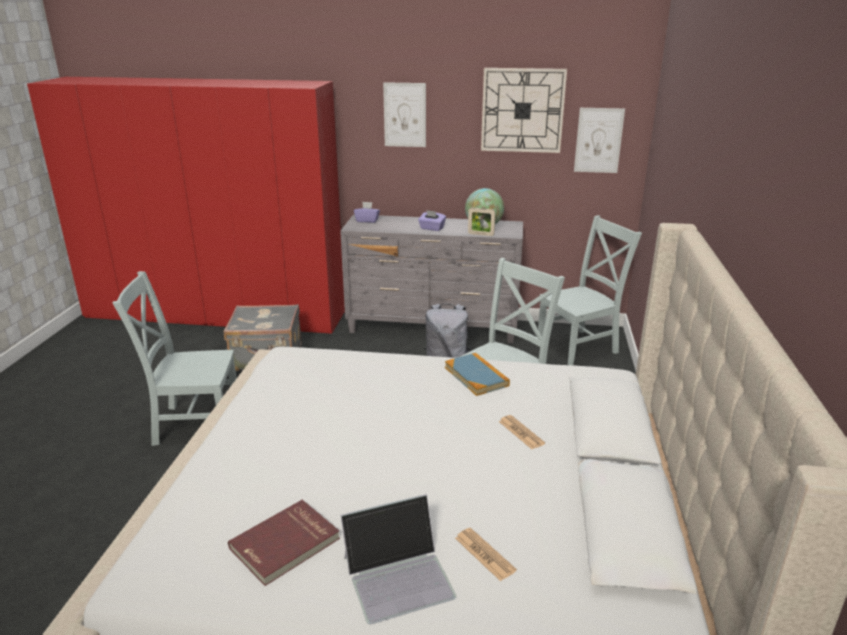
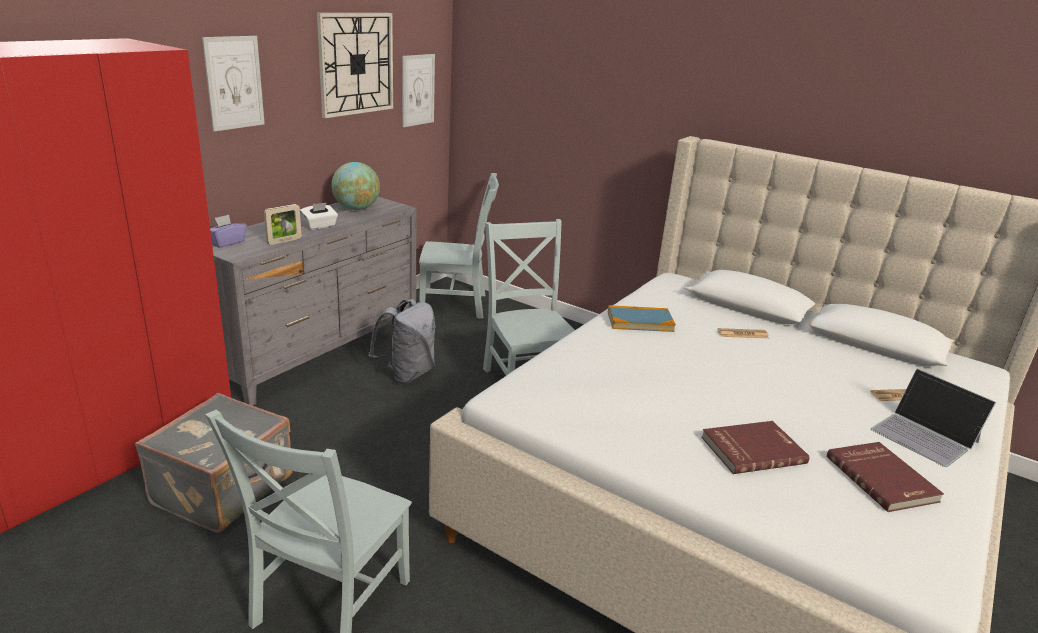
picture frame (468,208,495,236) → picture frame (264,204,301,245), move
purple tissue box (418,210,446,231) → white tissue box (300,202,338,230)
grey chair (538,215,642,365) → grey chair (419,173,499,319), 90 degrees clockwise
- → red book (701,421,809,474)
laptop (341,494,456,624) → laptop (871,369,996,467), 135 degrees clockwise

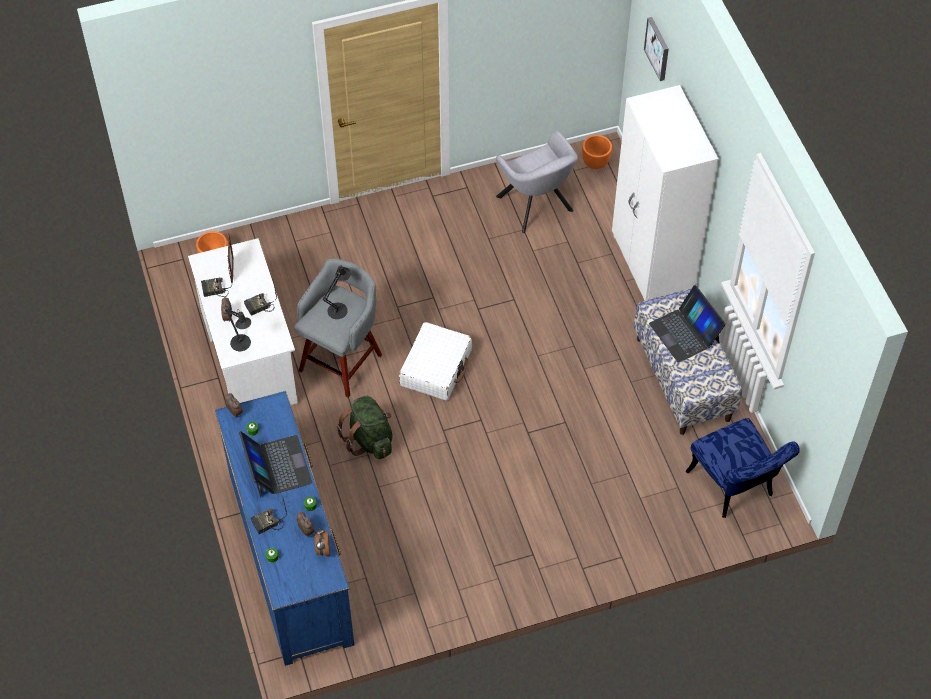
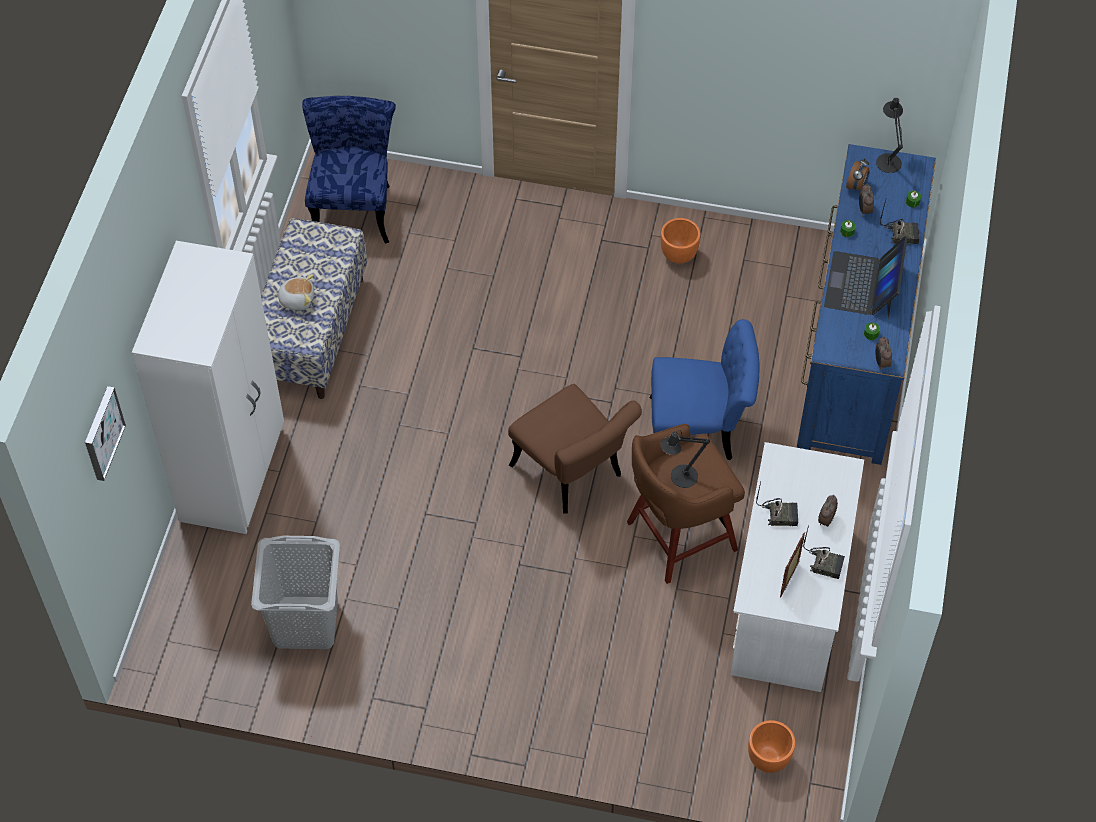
grey armchair (496,131,578,233) → grey laundry basket (251,536,340,649)
laptop (649,285,726,363) → plush toy (273,274,314,310)
white suitcase (399,322,472,401) → brown chair (508,384,642,514)
grey stool (294,259,382,398) → brown stool (627,424,745,584)
green backpack (337,396,392,459) → blue chair (650,319,759,461)
orange planter (582,135,612,169) → orange planter (661,218,701,264), move
black table lamp (225,309,251,351) → black table lamp (876,97,903,173), move

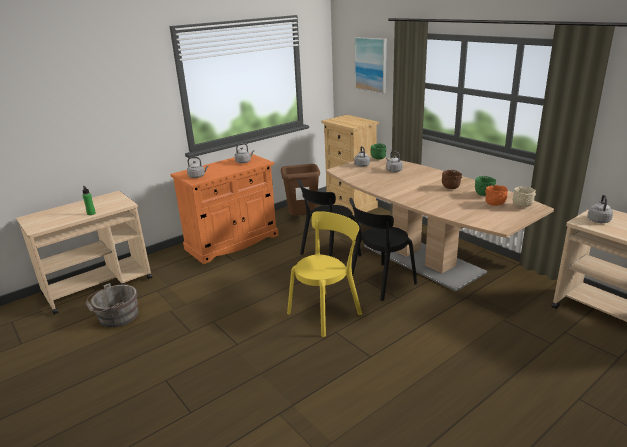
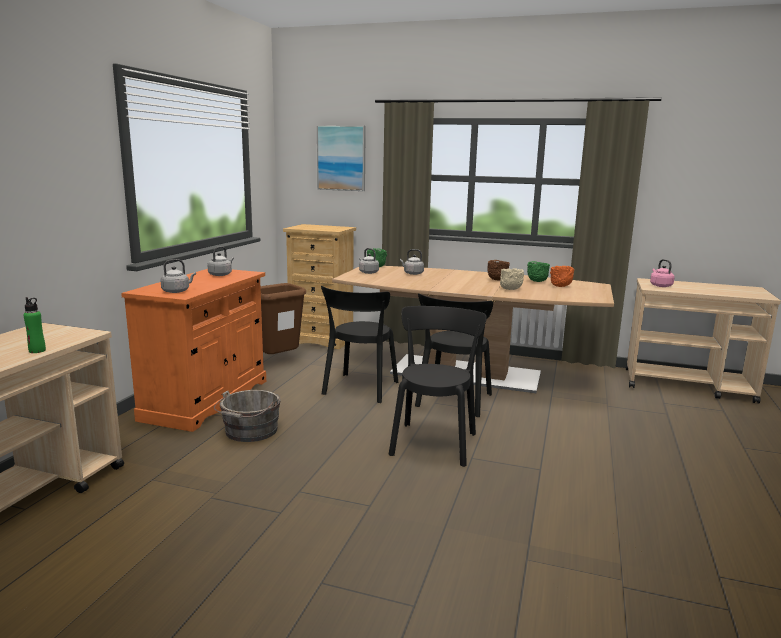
grey bucket (86,283,139,328) → grey bucket (214,390,281,442), move
yellow chair (287,211,362,337) → black chair (389,306,487,467)
beige bowl (513,186,536,207) → beige bowl (500,268,524,290), move
grey kettle (587,195,613,223) → pink kettle (650,259,675,287)

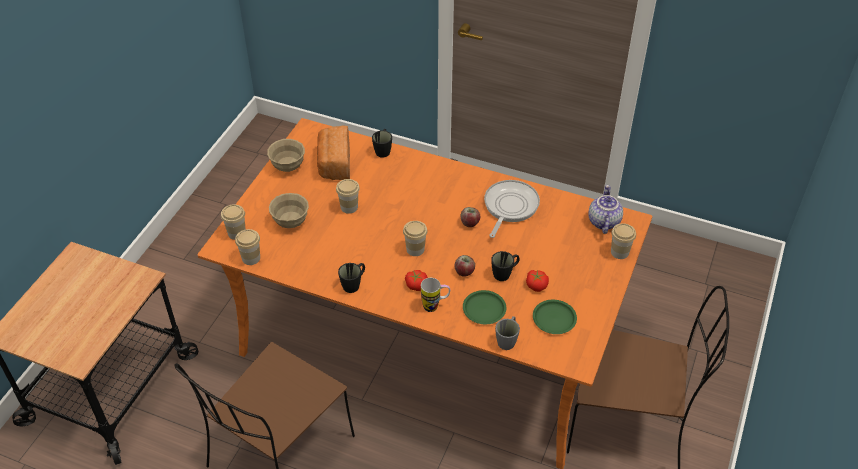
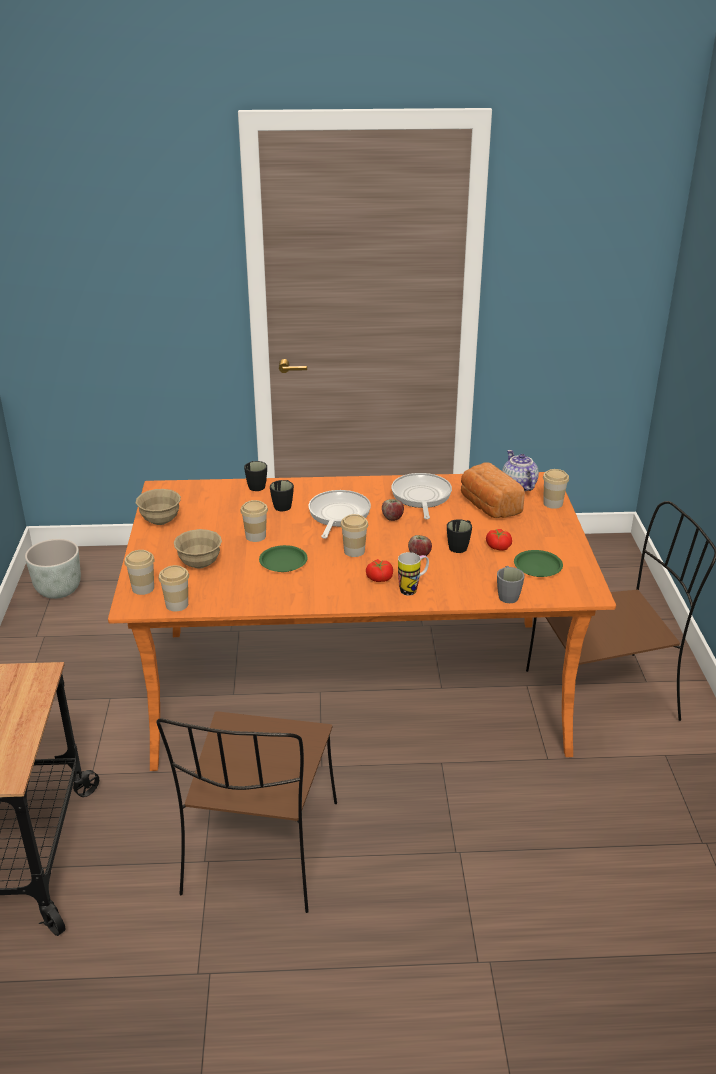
- → grey planter (25,539,81,599)
green plate (463,290,506,324) → green plate (259,545,308,572), move
black mug (338,263,365,293) → black mug (270,480,294,511), move
- → frying pan (308,490,371,539)
bread (317,125,350,180) → bread (461,462,525,518), move

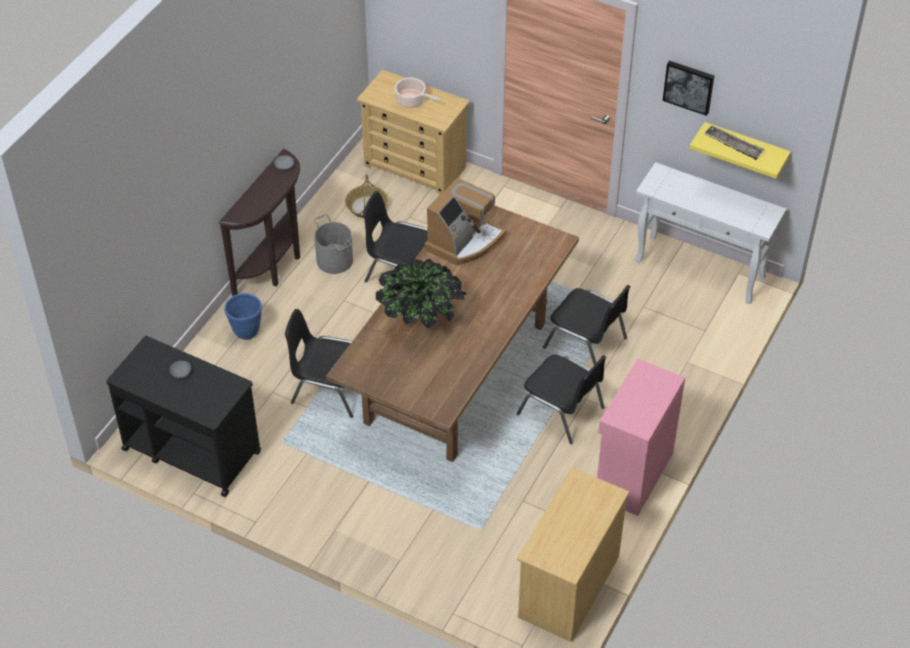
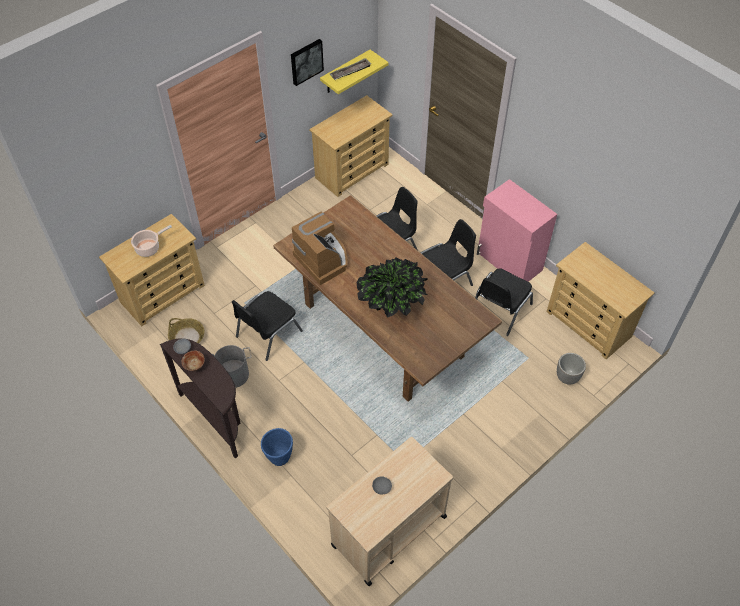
- → bowl (181,351,205,371)
white console table (635,162,786,304) → beige dresser (309,95,393,197)
black cart (106,336,261,497) → beige cart (327,437,453,586)
black chair (285,309,353,418) → black chair (475,268,533,336), move
- → planter (557,353,586,385)

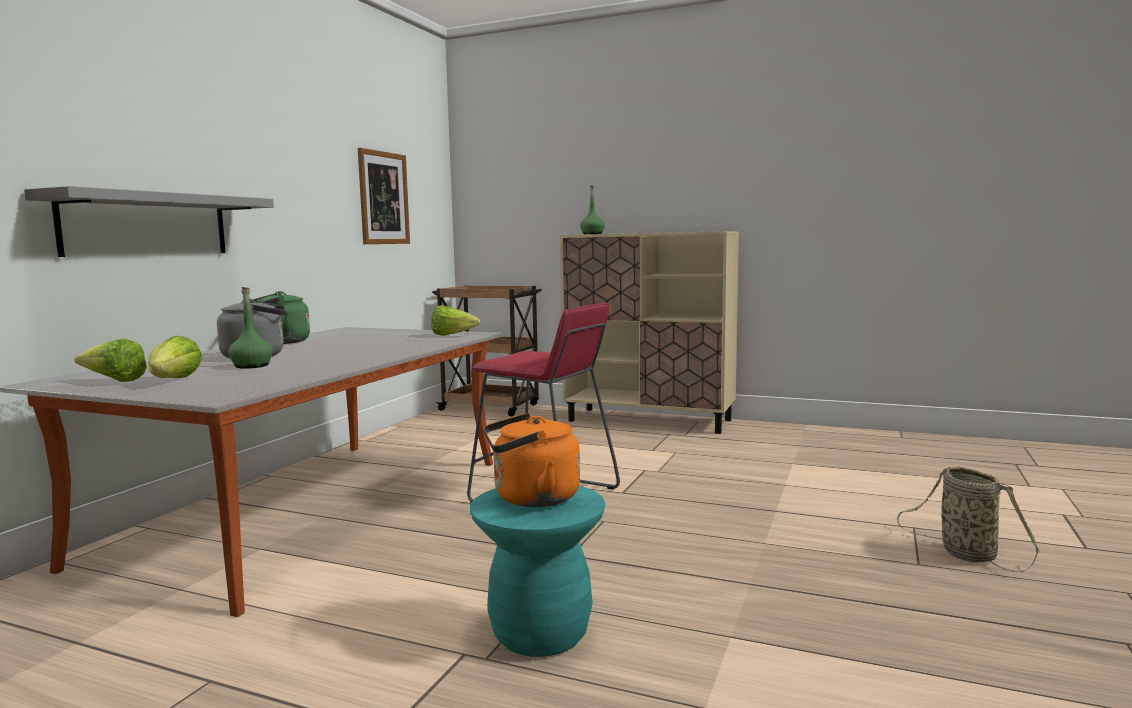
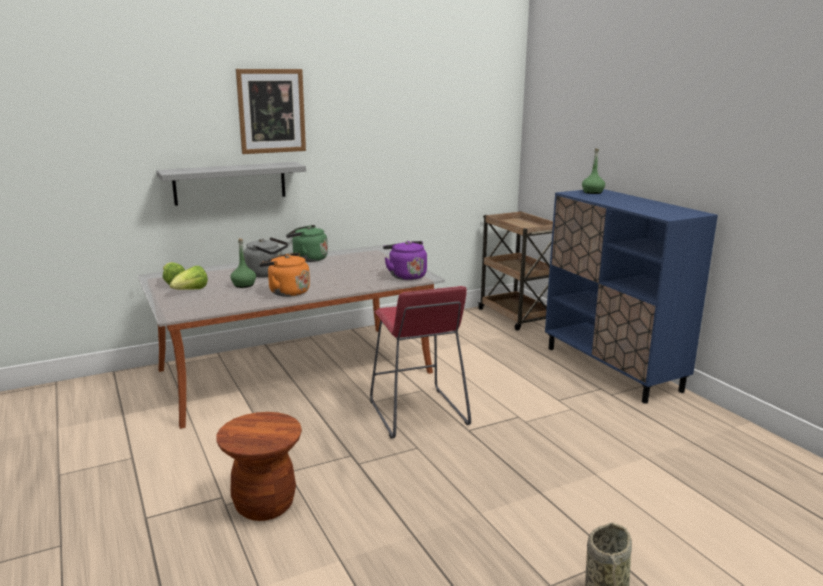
turquoise stool (470,486,606,657) → brown stool (216,412,302,521)
picture (358,148,410,244) → picture (236,69,306,154), move
orange kettle (484,413,580,507) → orange kettle (259,253,310,297), move
lettuce (431,305,480,336) → purple kettle (383,241,427,280)
beige cabinet (560,231,739,434) → blue cabinet (545,189,718,404)

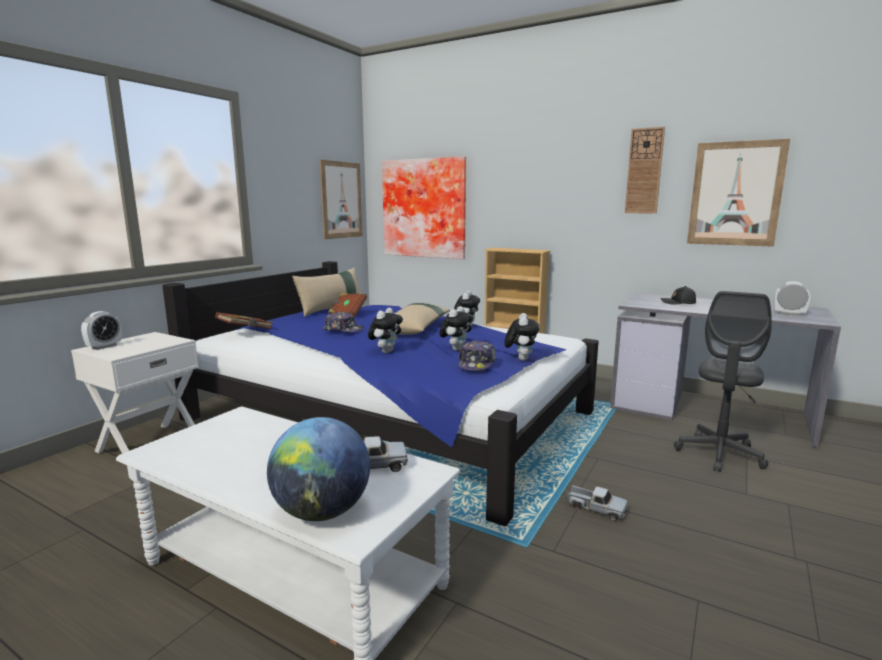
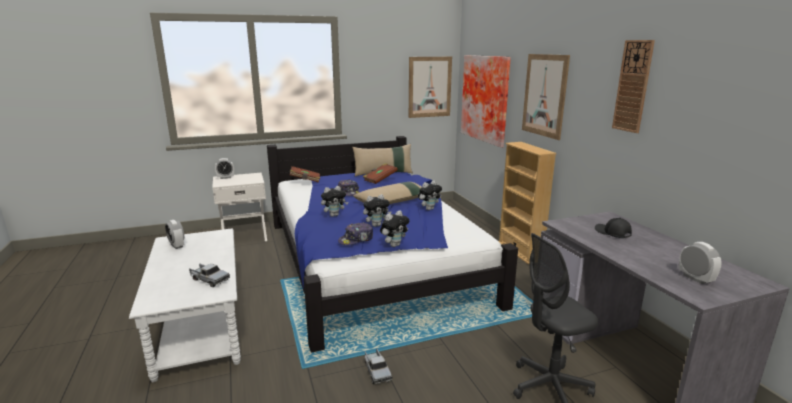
- → alarm clock (165,220,184,249)
picture (687,139,790,247) → picture (522,54,570,140), move
globe (267,417,370,521) → -

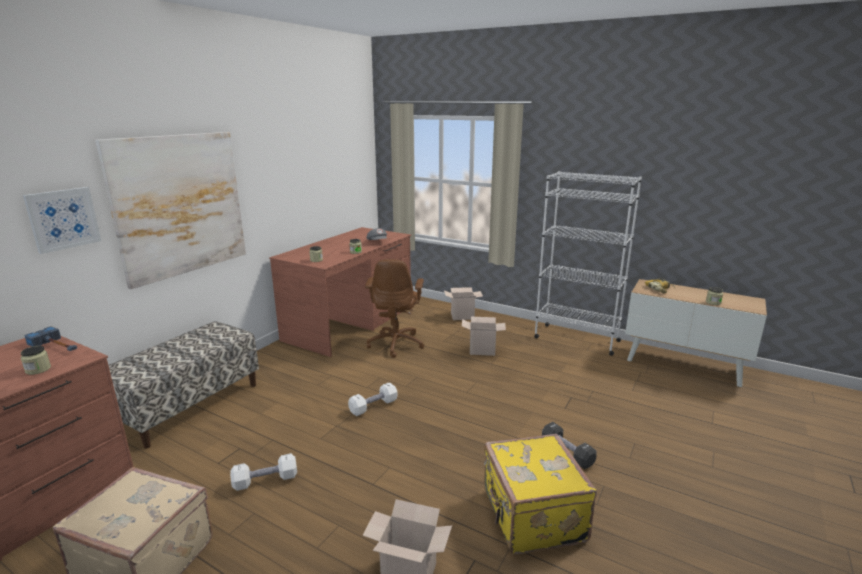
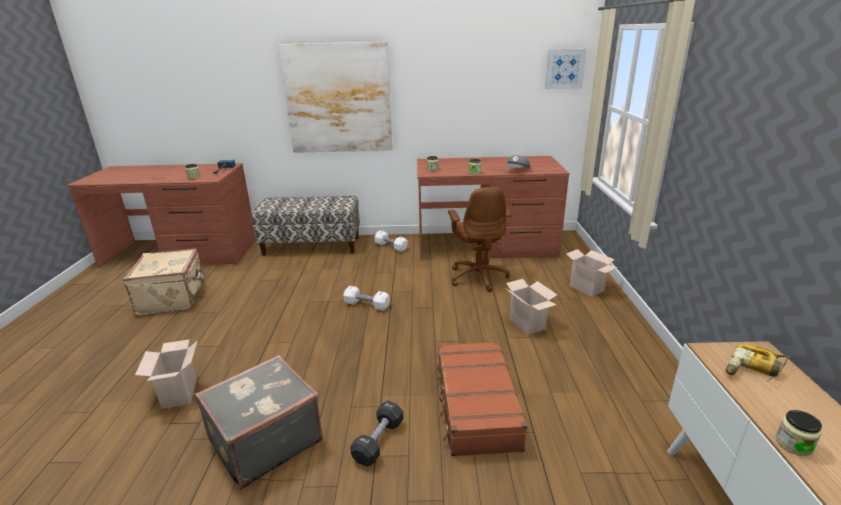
yellow suitcase (483,434,597,554) → grey suitcase (195,355,323,490)
white dumbbell (230,453,297,491) → white dumbbell (375,230,408,252), move
- → brown suitcase (434,341,528,457)
brown office chair (365,259,424,358) → brown office chair (448,187,512,292), 75 degrees counterclockwise
picture (23,187,101,254) → picture (545,49,587,89), move
white bookcase (534,171,642,356) → -

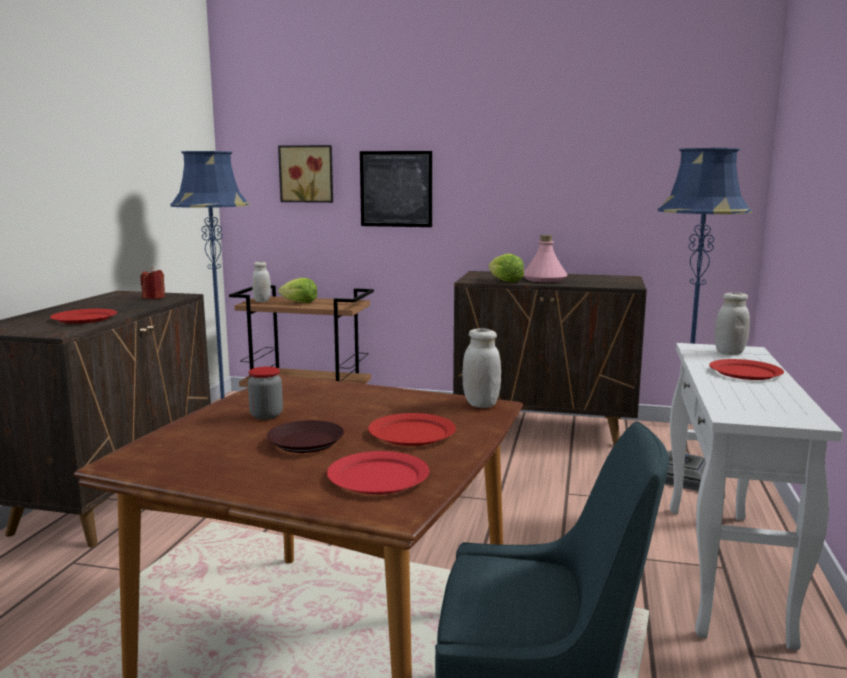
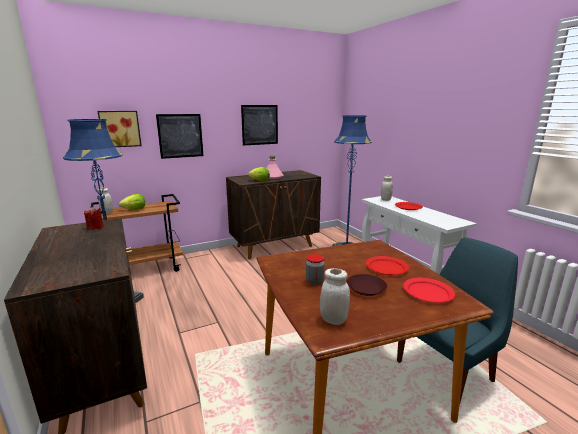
- → picture (241,105,278,145)
white jar (463,328,501,408) → white jar (320,268,350,325), move
red plate (50,309,117,324) → -

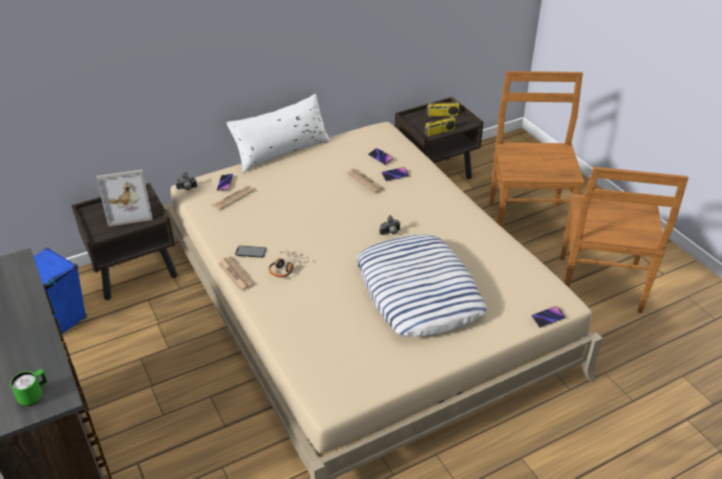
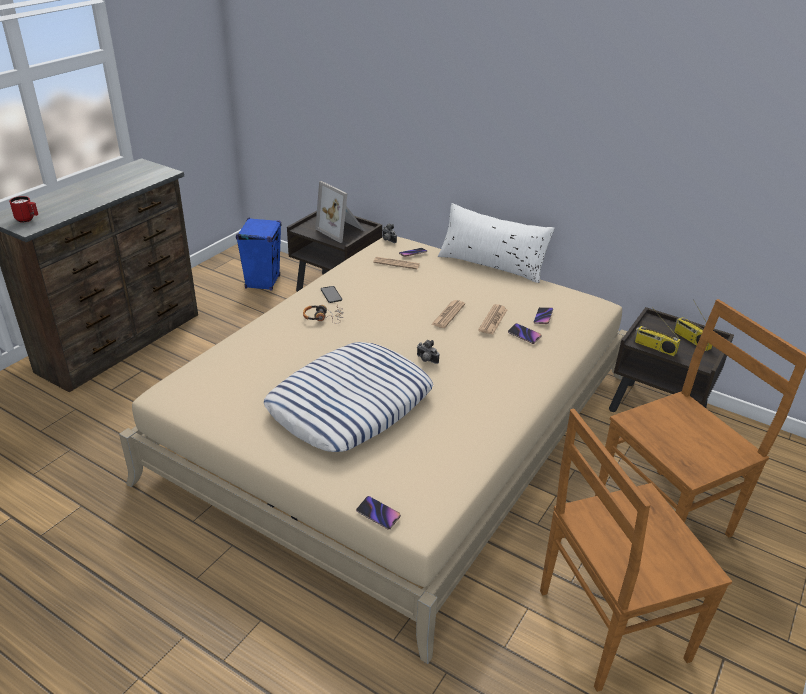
green mug (10,369,48,406) → red mug (9,196,38,222)
newspaper (218,256,255,291) → newspaper (431,300,465,328), move

